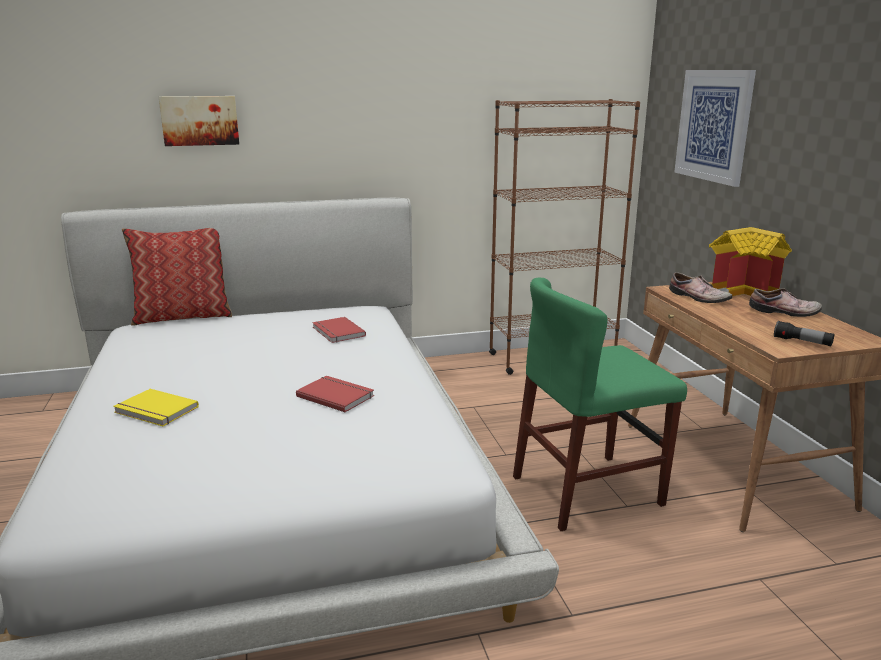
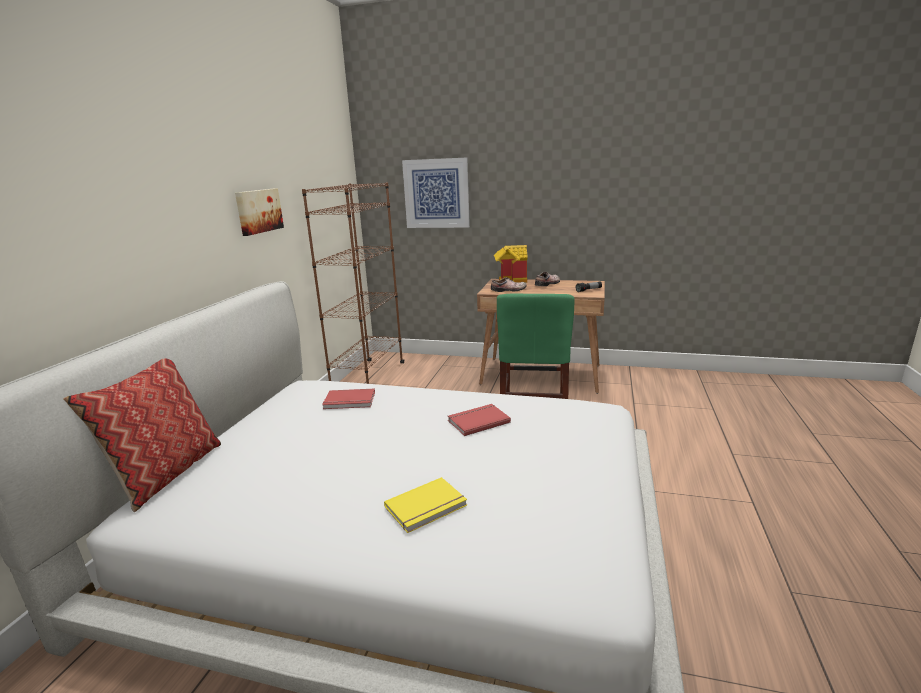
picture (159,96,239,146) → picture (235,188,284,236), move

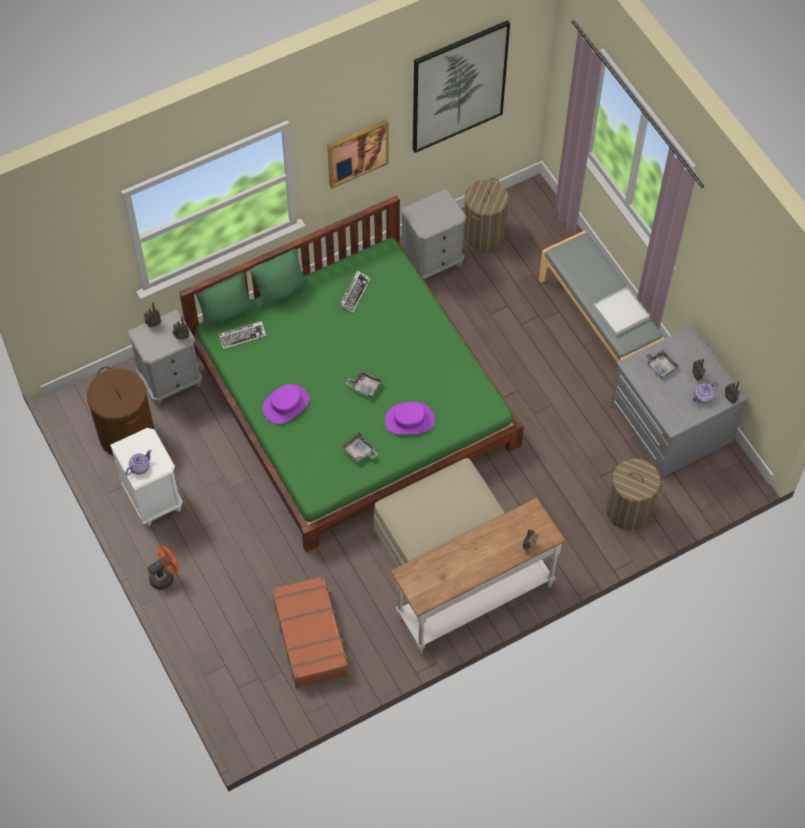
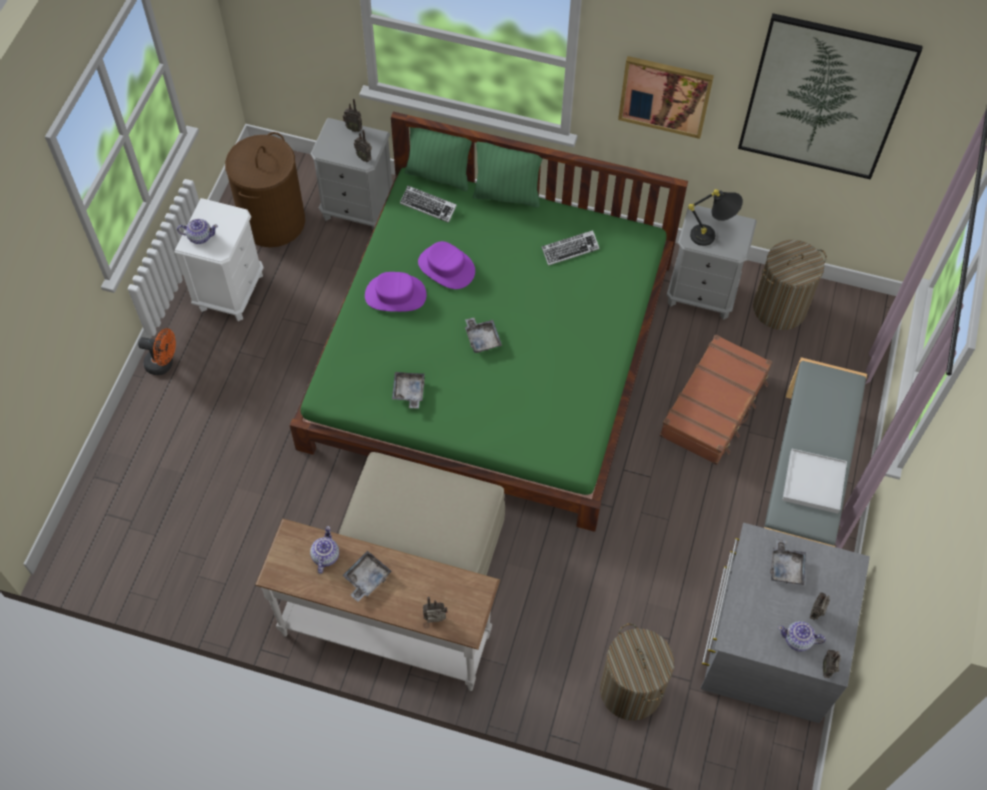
- → teapot (310,526,339,574)
- → grey tray (342,551,391,602)
purple hat (385,402,435,435) → purple hat (418,241,475,289), move
brown suitcase (272,576,350,688) → brown suitcase (660,334,772,465), move
- → black table lamp (688,189,743,246)

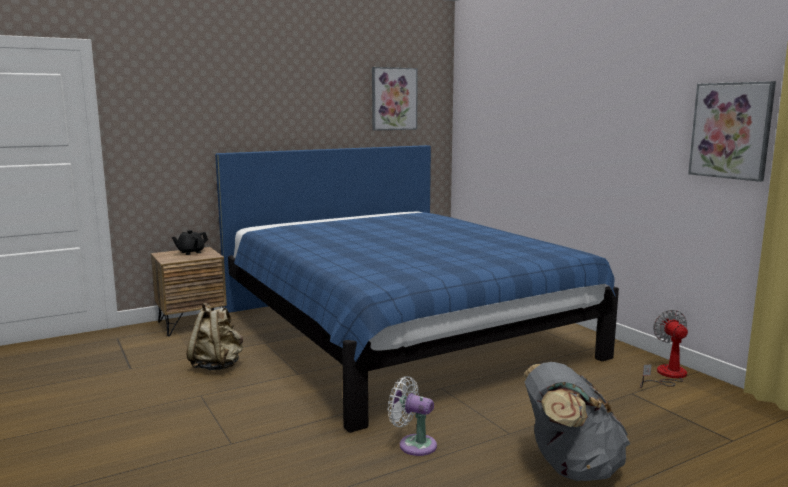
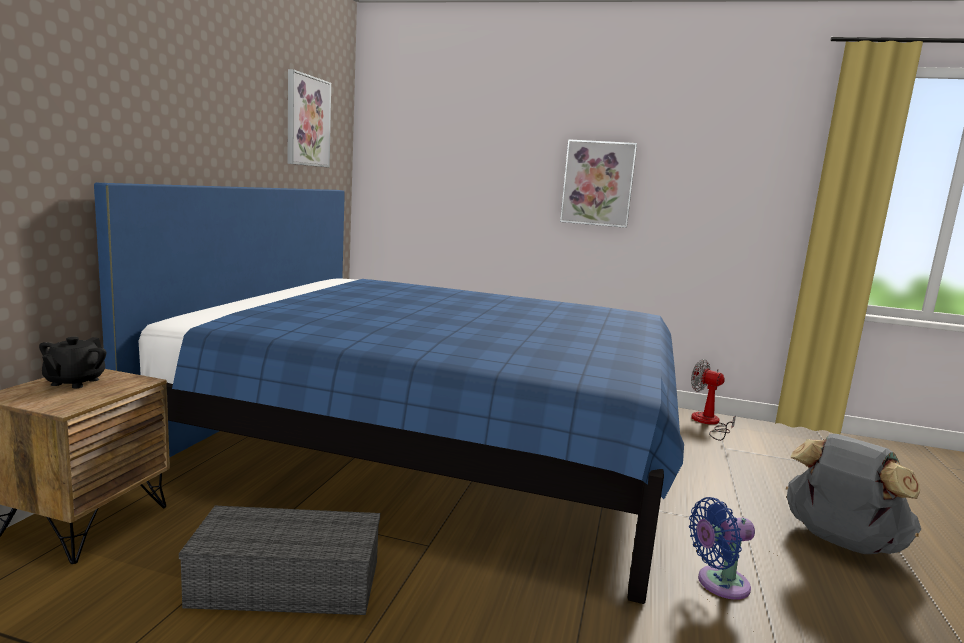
beige backpack (187,303,243,370) → grey storage box (179,506,380,615)
picture (688,81,776,182) → picture (560,139,637,228), move
white fan (388,376,437,456) → blue fan (689,497,755,600)

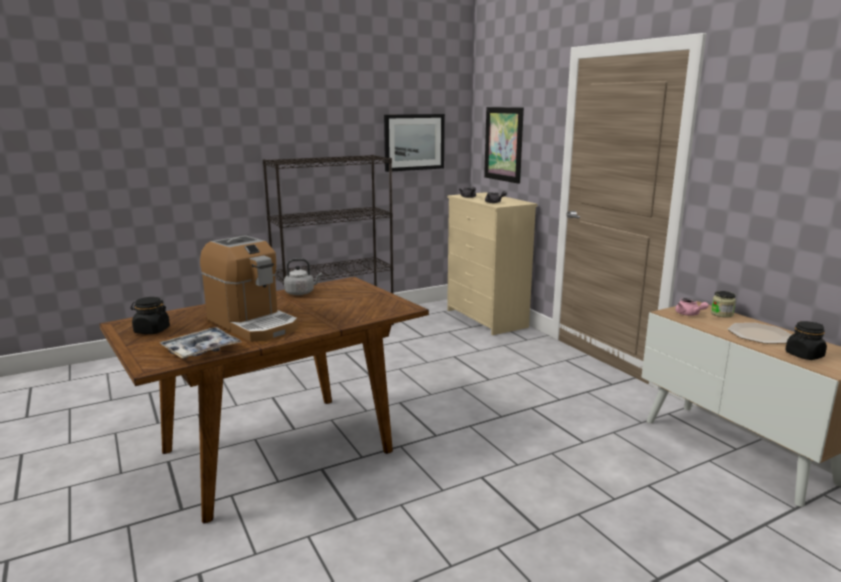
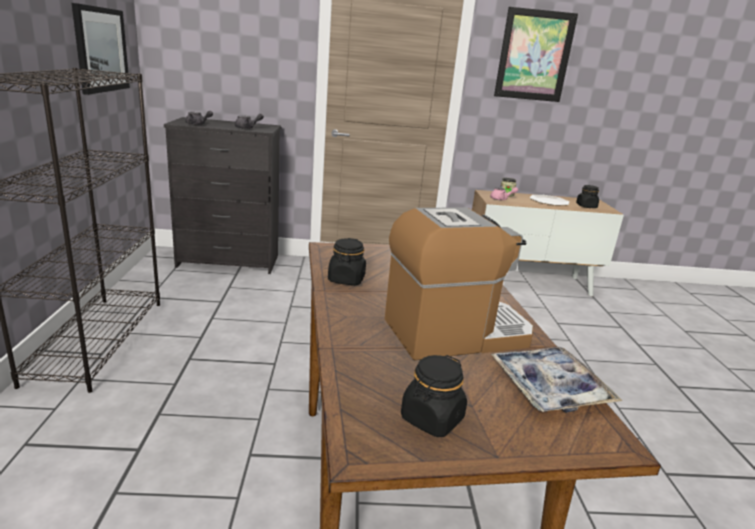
beige dresser (447,192,538,335) → black dresser (164,117,281,274)
grey kettle (284,258,322,295) → black jar (328,238,366,285)
picture (484,107,524,184) → picture (494,7,578,102), move

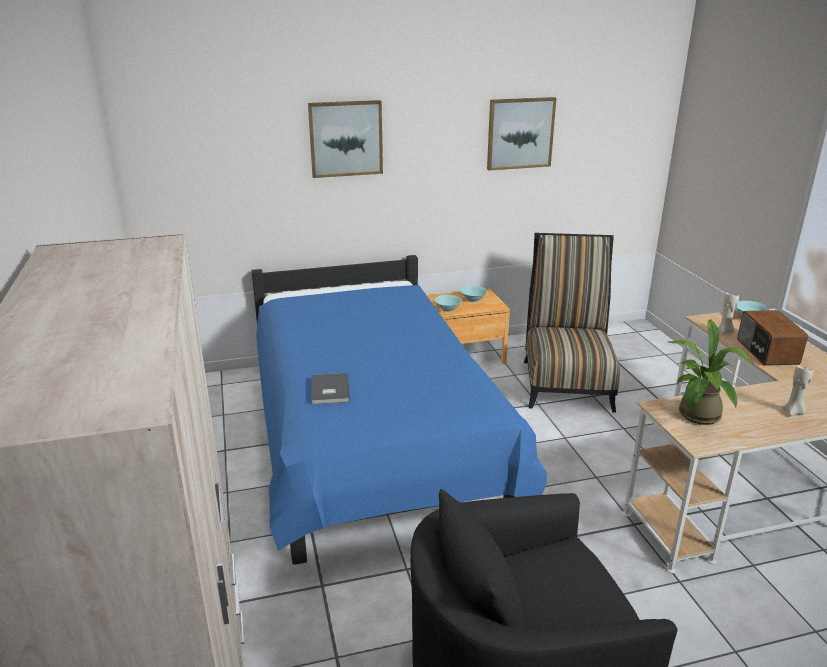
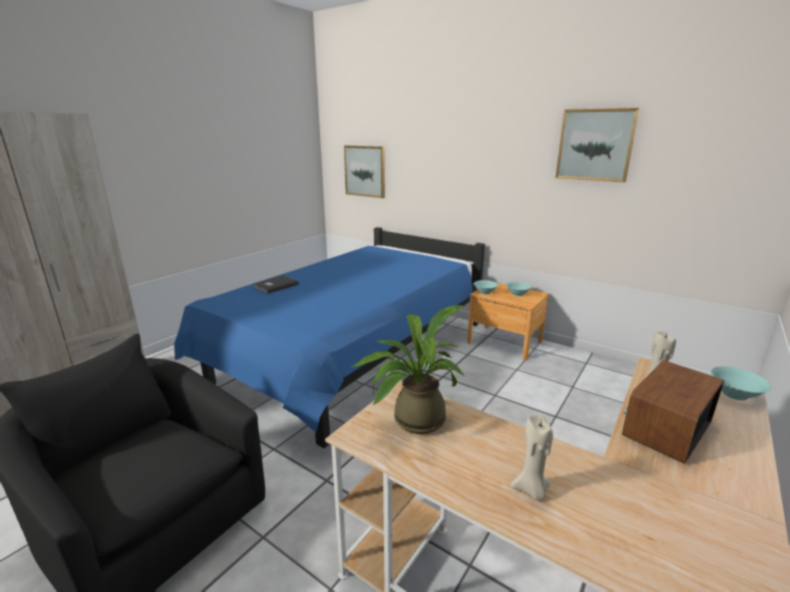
picture (308,100,383,178) → picture (344,146,385,198), move
chair (524,233,620,413) → -

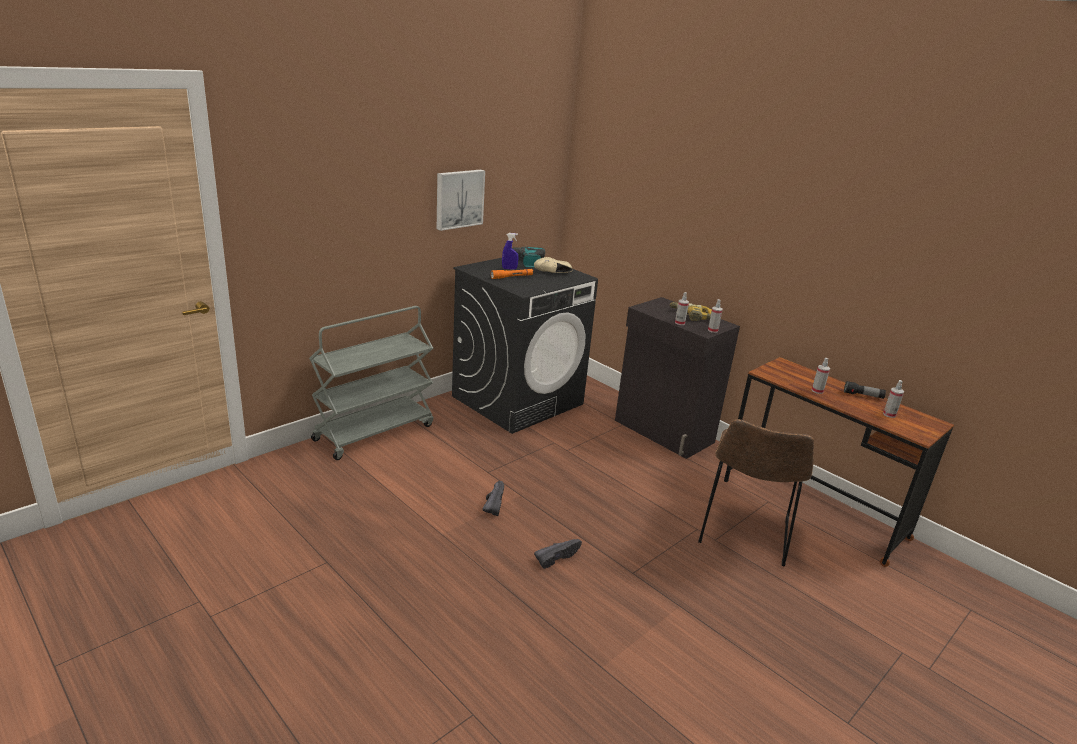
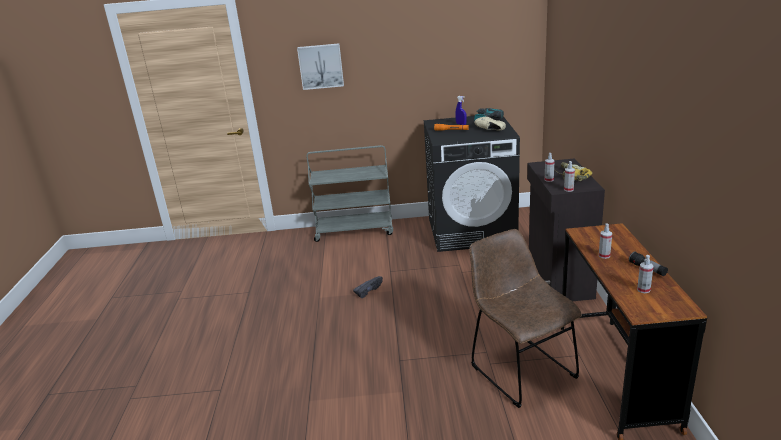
picture (437,170,485,231) → picture (297,43,344,90), move
brown chair (698,419,814,567) → brown chair (469,229,582,408), 90 degrees clockwise
black shoe (534,539,582,569) → -

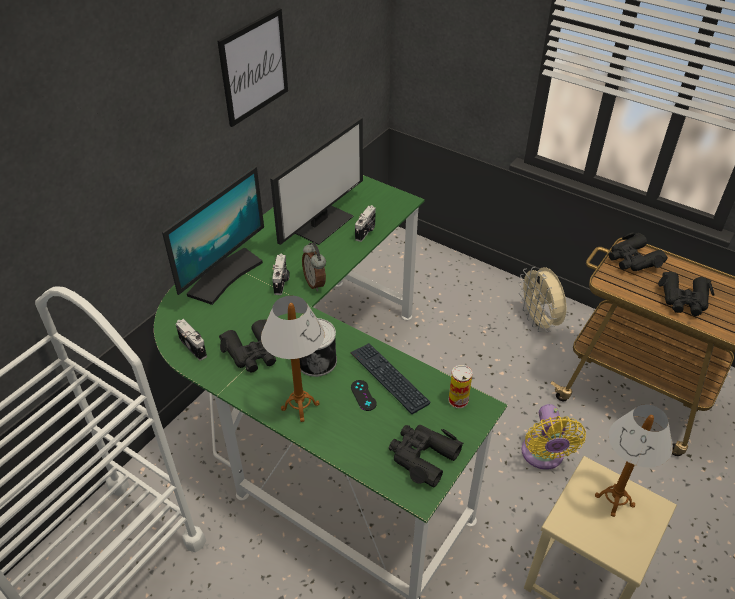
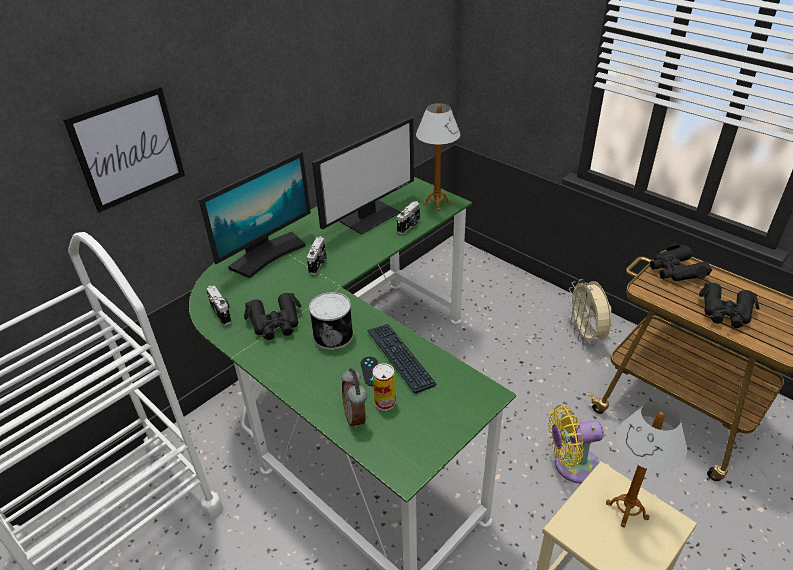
picture (217,8,288,127) → picture (63,86,185,213), move
alarm clock (302,243,326,291) → alarm clock (341,368,367,429), move
can (448,365,473,408) → can (373,363,396,411), move
table lamp (261,296,325,422) → table lamp (416,103,461,211), move
yellow fan (521,404,586,470) → yellow fan (548,405,604,483), 75 degrees clockwise
black binoculars (389,425,463,488) → -

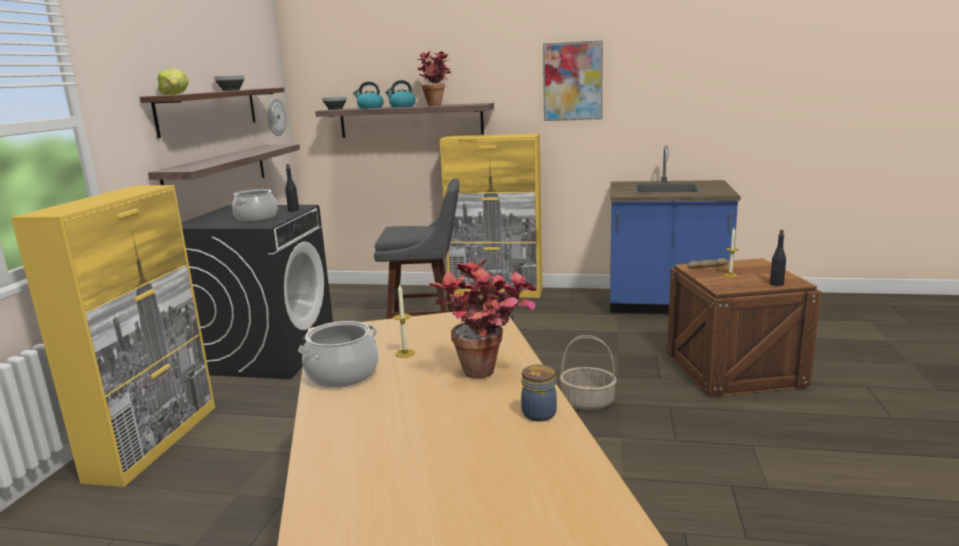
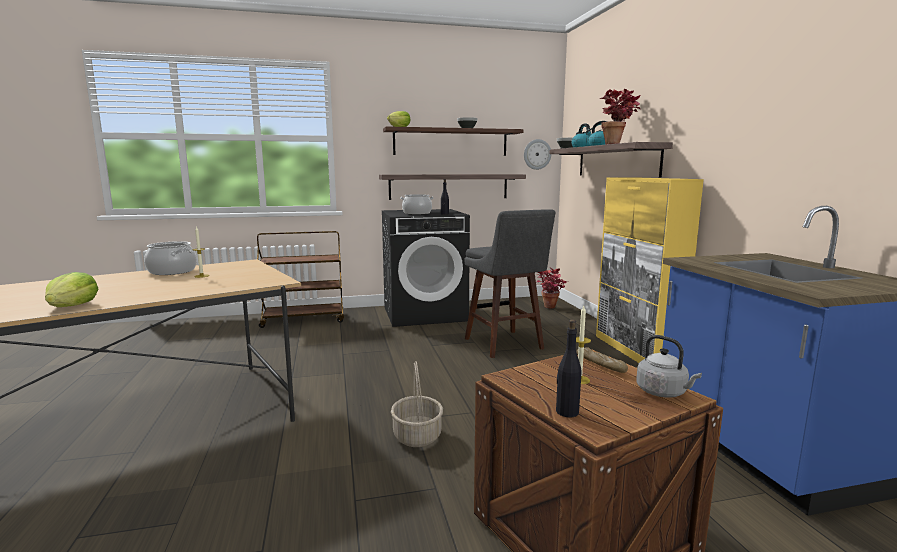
jar (521,365,557,422) → lettuce (45,272,98,307)
yellow cabinet (11,185,215,487) → brown cart (257,231,344,328)
potted plant (429,259,537,378) → potted plant (536,267,567,309), move
- → grey kettle (636,335,702,398)
picture (543,40,603,121) → -

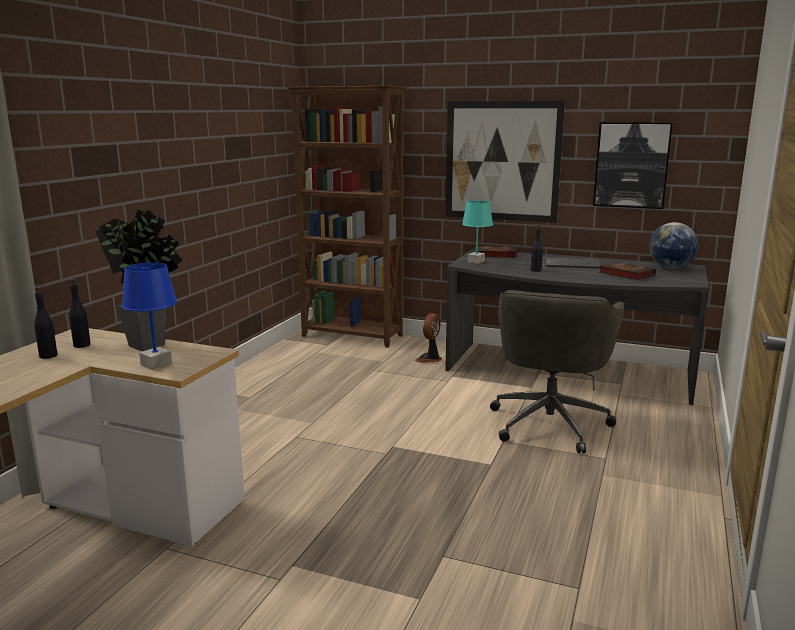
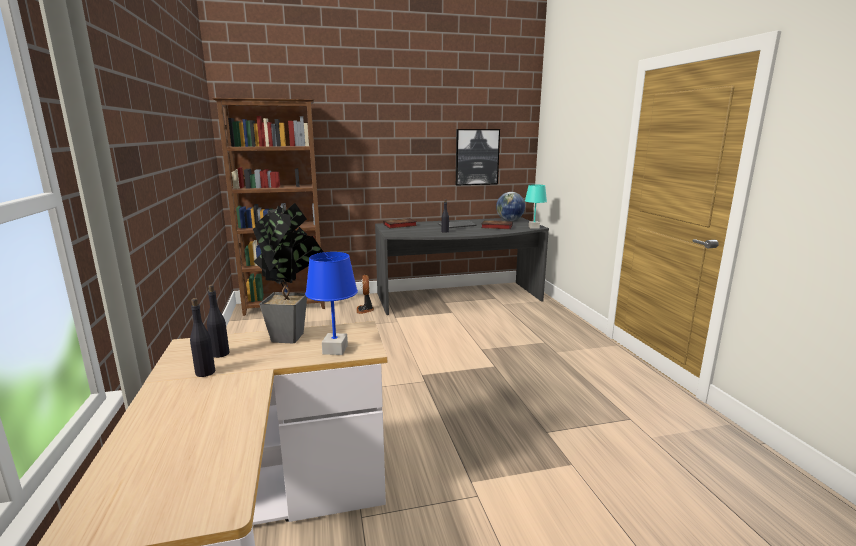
turquoise table lamp (462,201,493,264) → turquoise table lamp (525,184,547,229), move
picture (446,101,565,223) → -
grey office chair (490,290,625,453) → -

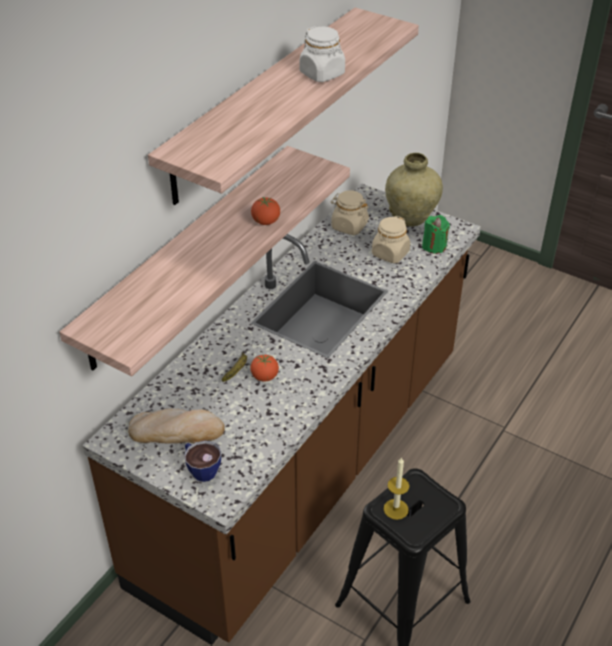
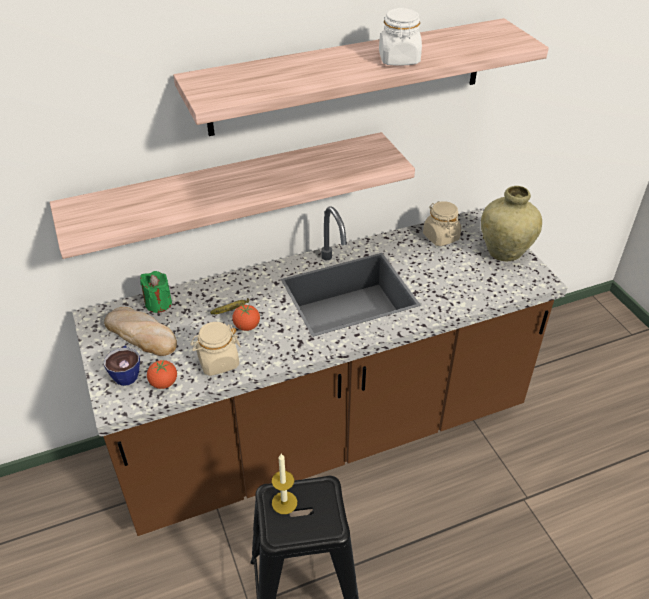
green candle (422,215,450,254) → green candle (140,271,172,313), move
tomato (251,197,280,225) → tomato (147,360,177,389), move
beige jar (372,216,410,263) → beige jar (190,322,241,376), move

